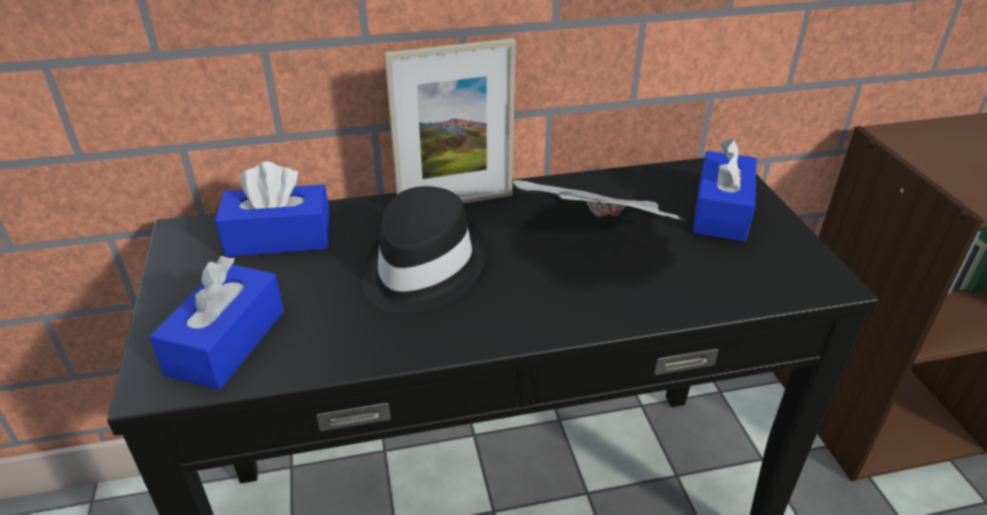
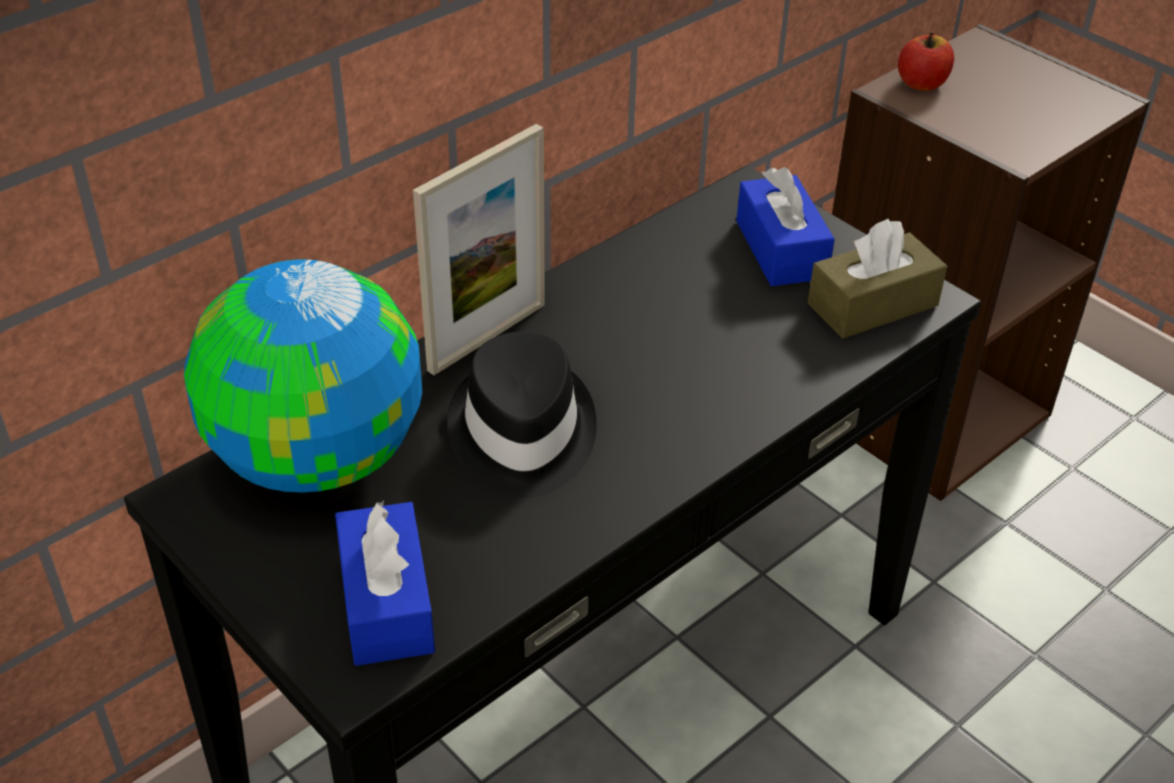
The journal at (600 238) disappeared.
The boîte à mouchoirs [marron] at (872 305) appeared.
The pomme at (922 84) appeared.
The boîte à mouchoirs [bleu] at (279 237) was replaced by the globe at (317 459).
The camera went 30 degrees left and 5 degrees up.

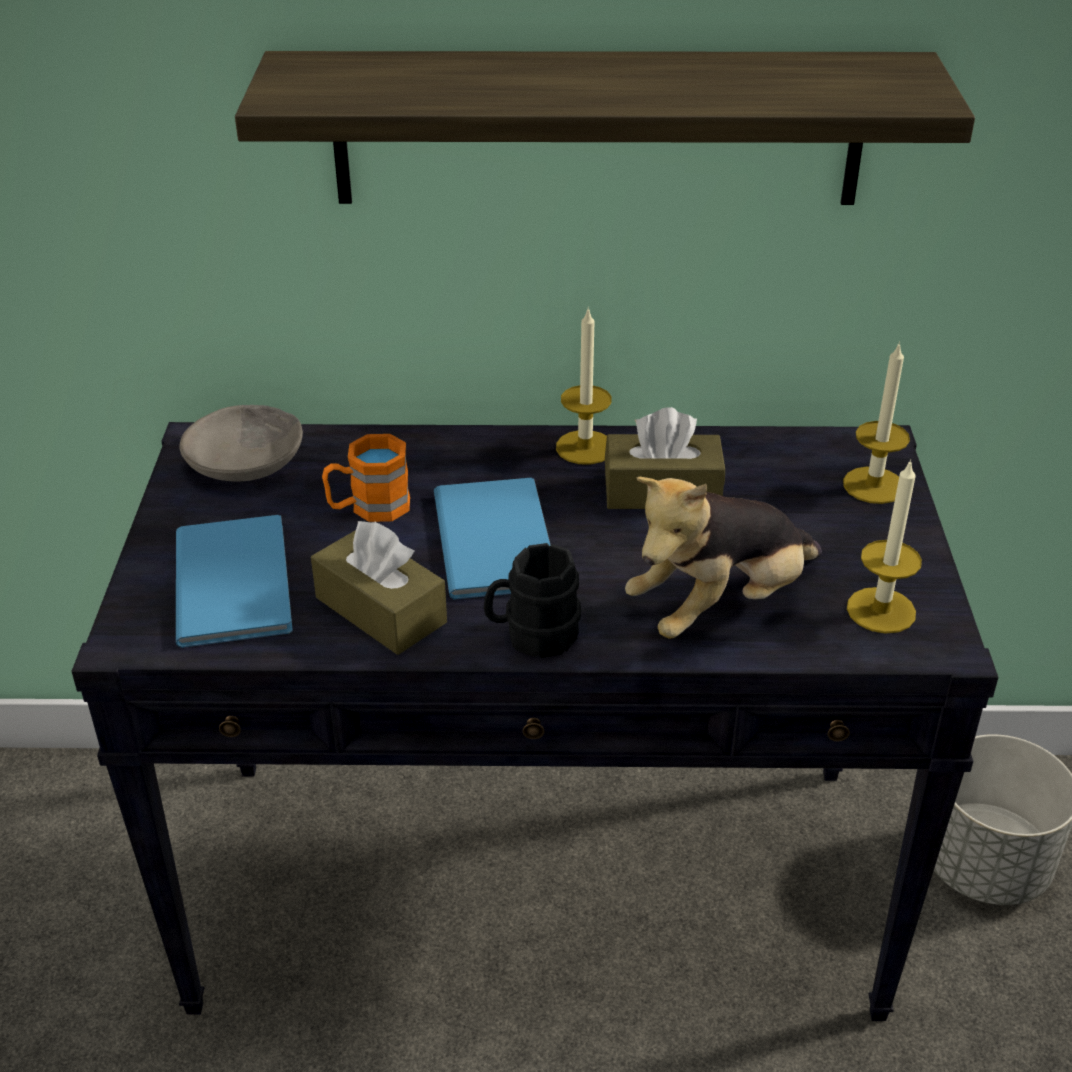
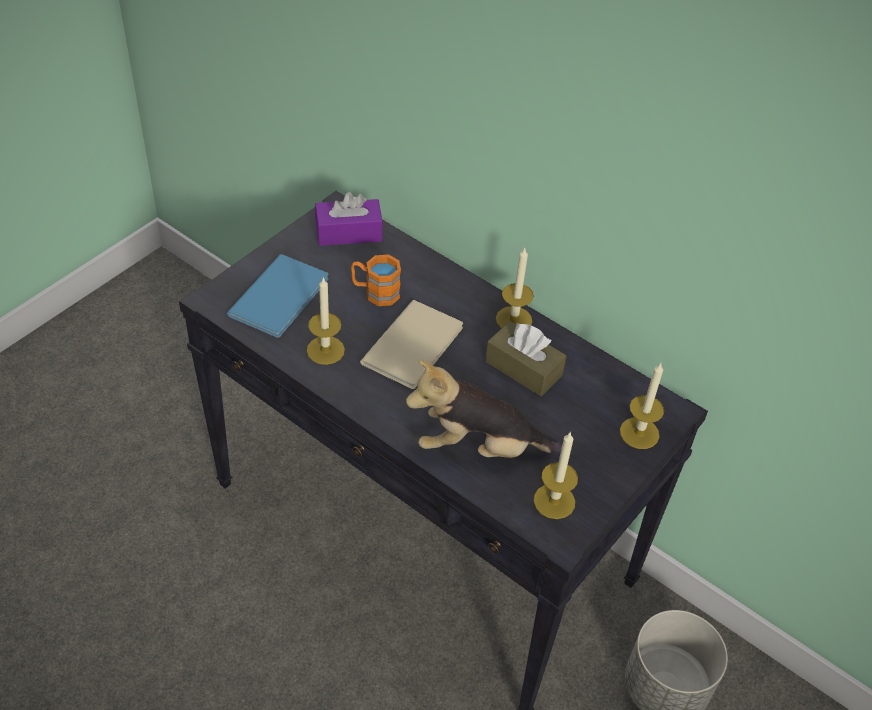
The étagère at (597 129) disappeared.
The mug [noir] at (532 636) disappeared.
The bol [gris] at (247 459) was replaced by the boîte à mouchoirs [violet] at (348 232).
The boîte à mouchoirs [marron] at (381 610) was replaced by the bougie at (325 350).
The livre [bleu] at (498 537) became the livre [beige] at (416 344).
The camera went 35 degrees right and 10 degrees up.

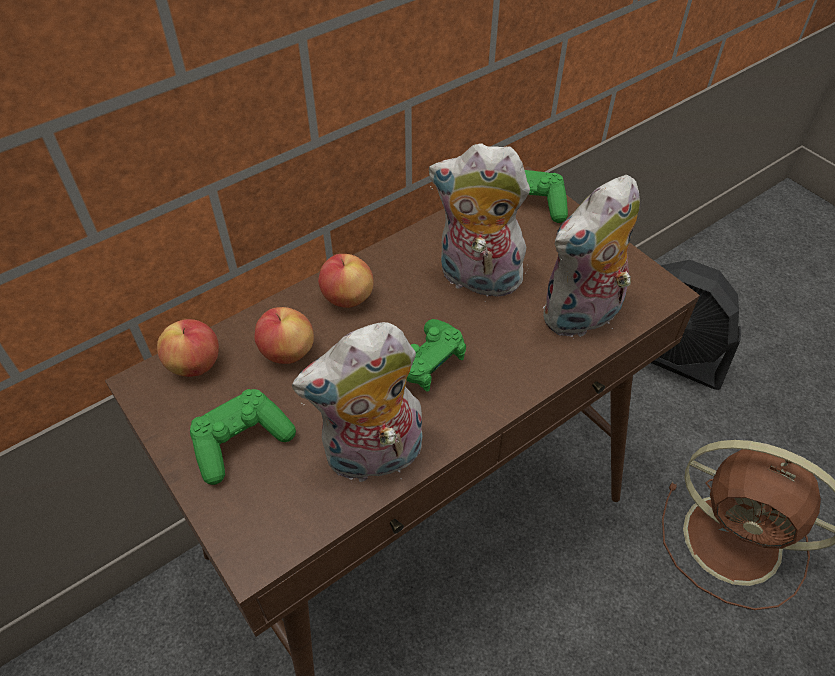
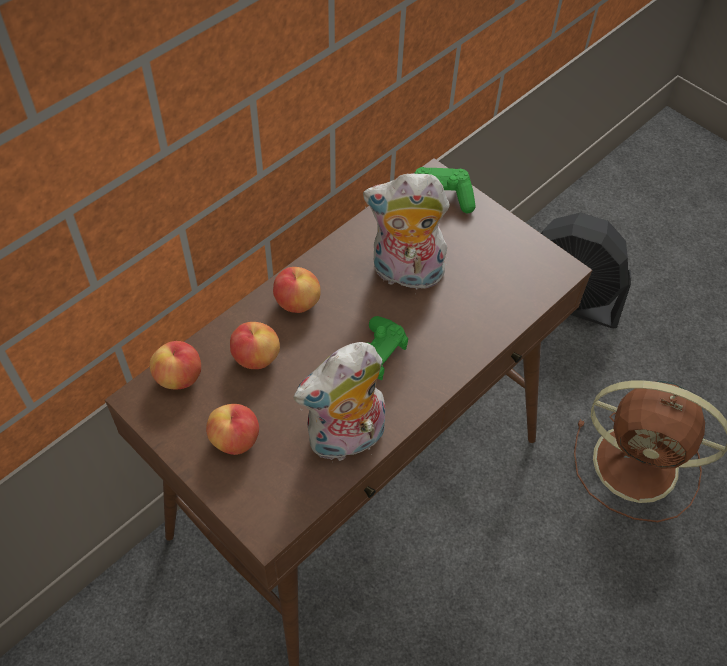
The peluche at (581 318) disappeared.
The manette [vert] at (241 442) was replaced by the pomme at (235 440).
The camera went 10 degrees left and 5 degrees up.

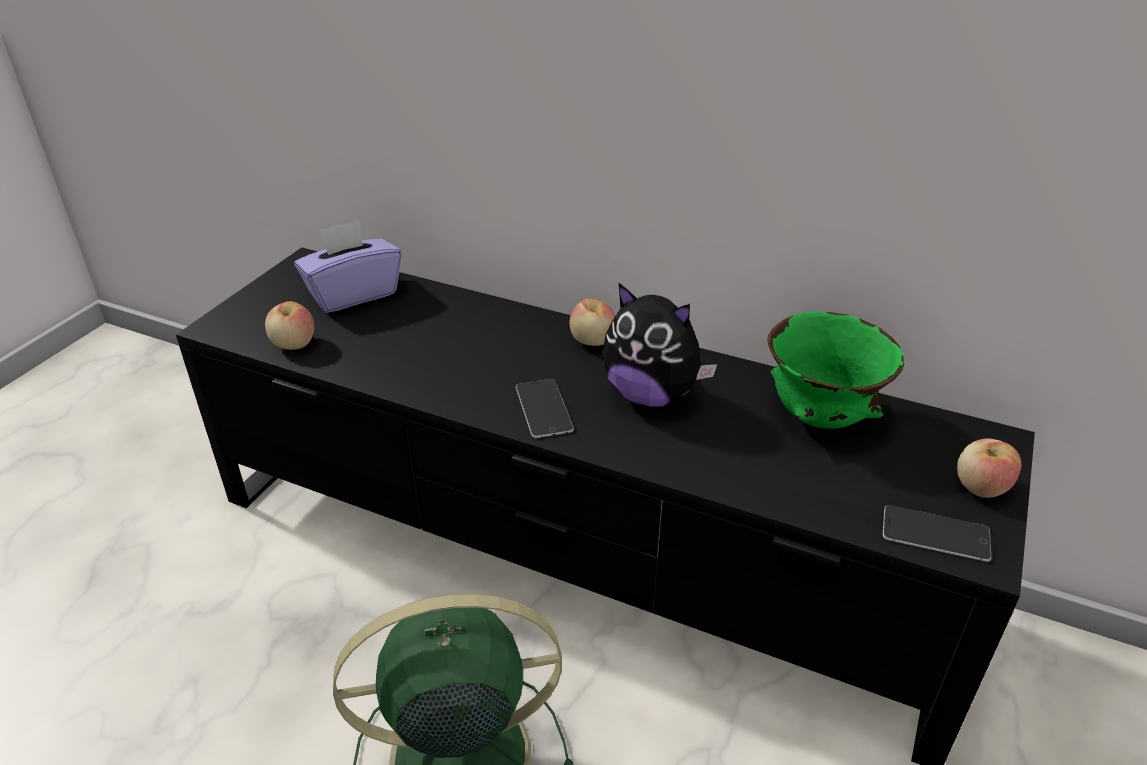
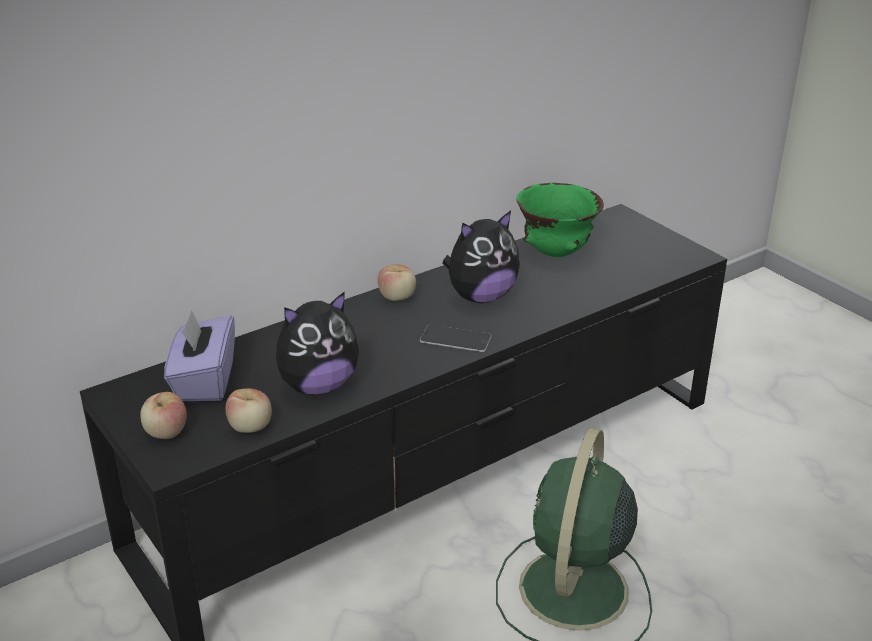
The téléphone at (935 533) disappeared.
The peluche at (318 385) appeared.
The pomme moved from (980 487) to (166 432).
The camera went 60 degrees left and 5 degrees down.

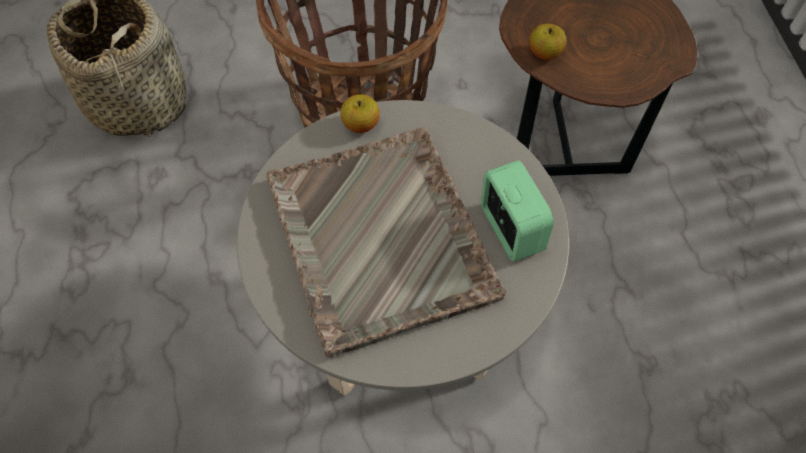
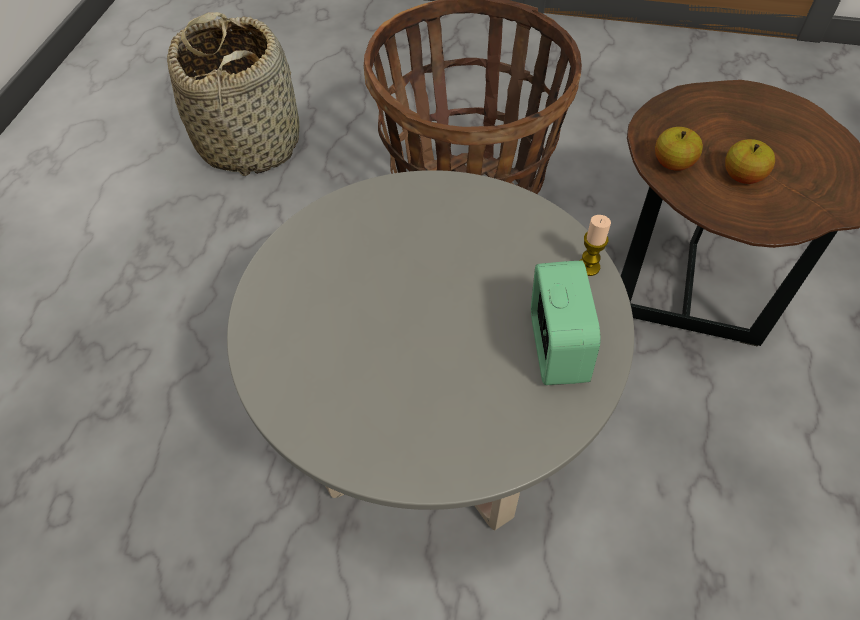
The plateau [gris] at (380 239) disappeared.
The bougie at (588 267) appeared.
The pomme moved from (361 125) to (742 177).
The camera went 20 degrees right and 5 degrees down.

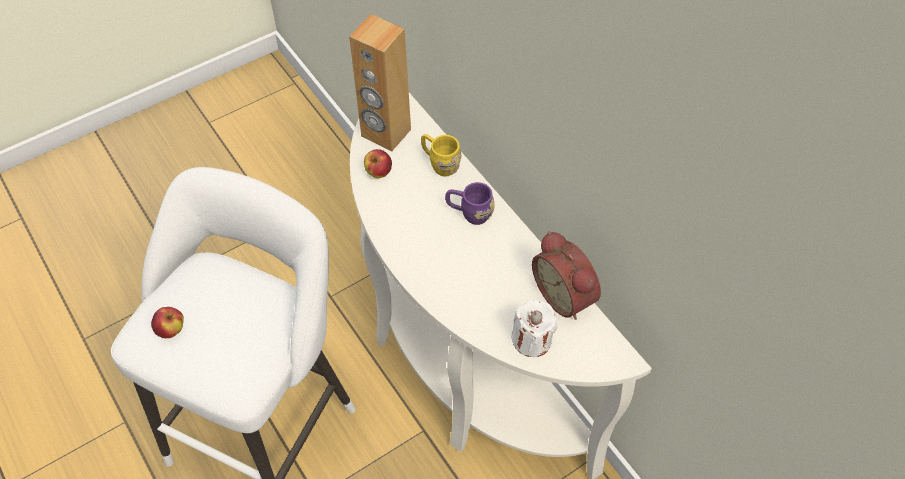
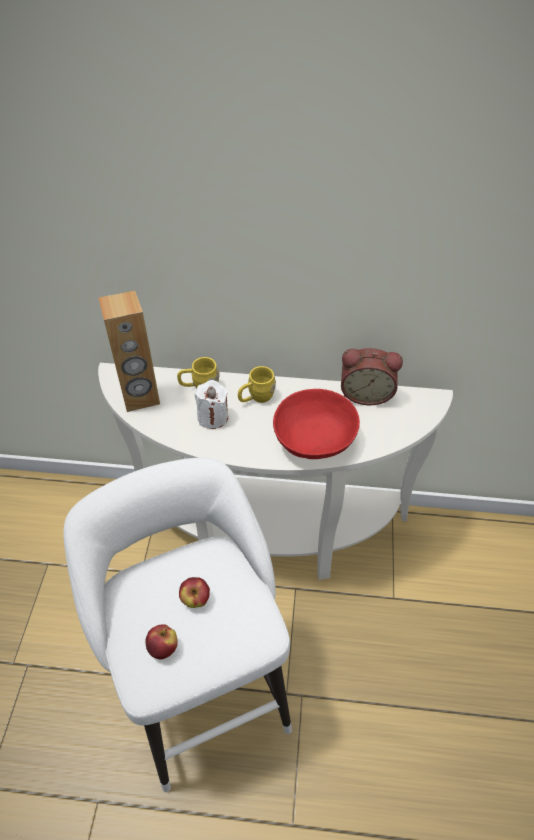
The bol [rouge] at (314 438) appeared.
The pomme moved from (378 172) to (195 599).
The bougie [blanc] moved from (532 340) to (213 417).
The mug [violet] at (469 213) became the mug [jaune] at (256 398).
The camera went 50 degrees left and 5 degrees down.

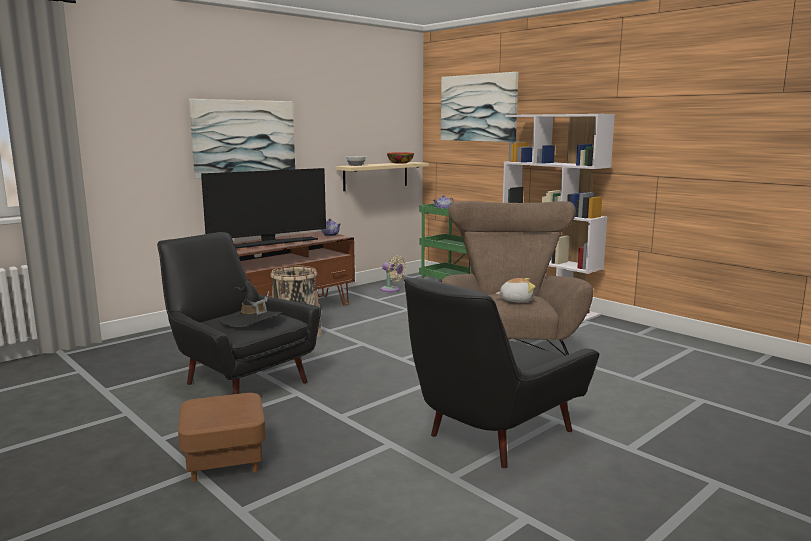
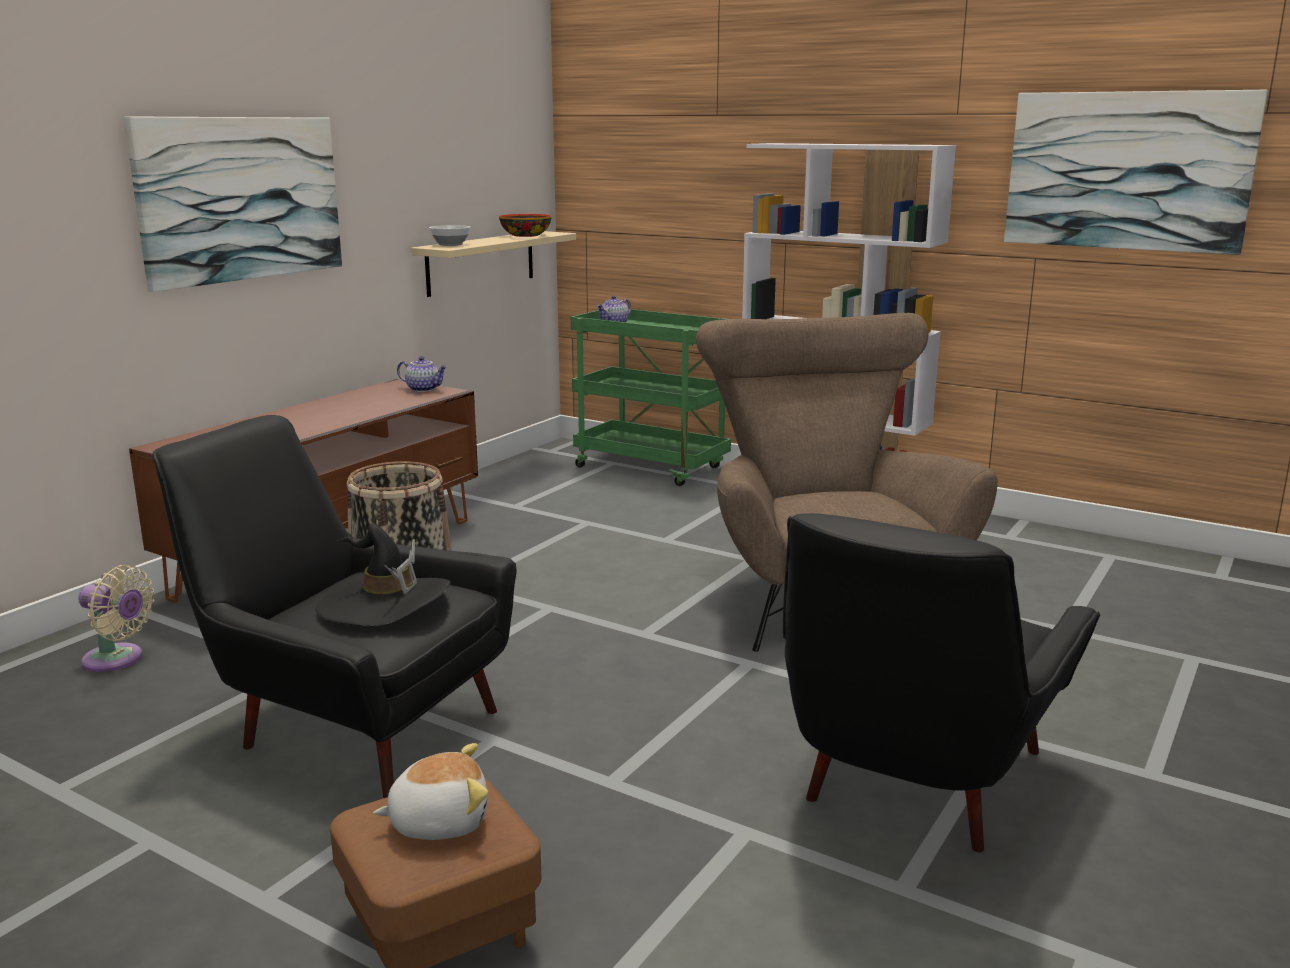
The téléviseur at (268 244) disappeared.
The ventilateur [beige] moved from (392 290) to (117 660).
The tableau moved from (478 108) to (1127 171).
The peluche moved from (516 300) to (438 821).
The camera went 15 degrees left and 5 degrees up.

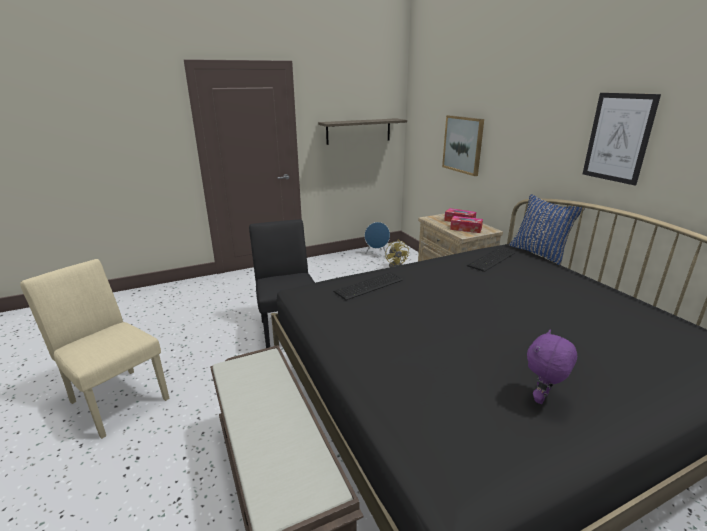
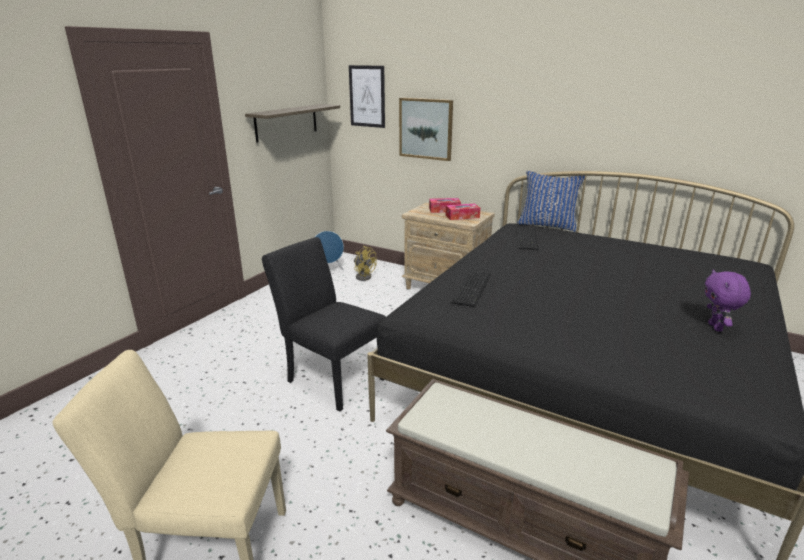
The tableau moved from (618 138) to (367 96).
The camera went 35 degrees left and 0 degrees up.

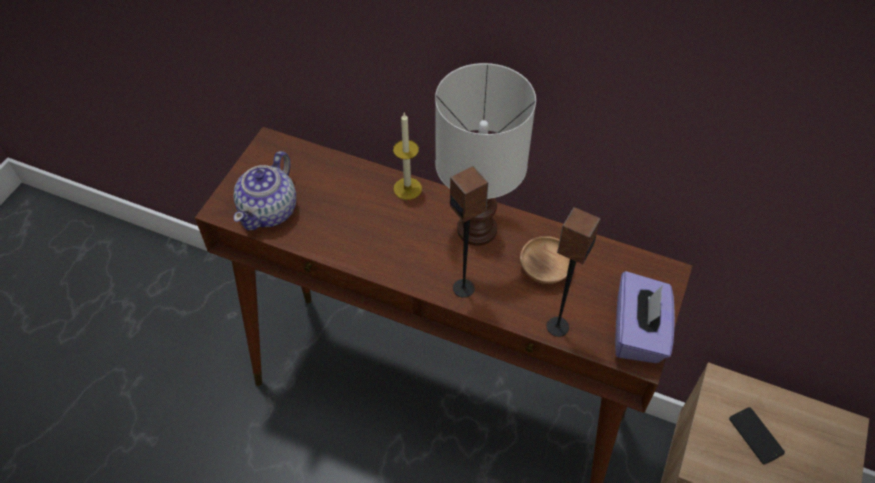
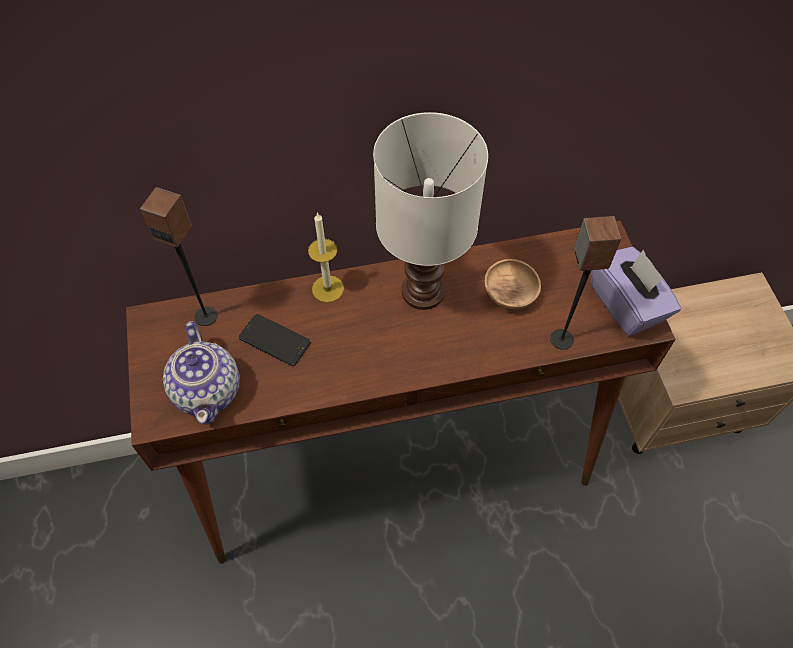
The enceinte moved from (464 288) to (206 316).
The téléphone moved from (756 435) to (274 340).
The camera went 35 degrees left and 5 degrees up.

